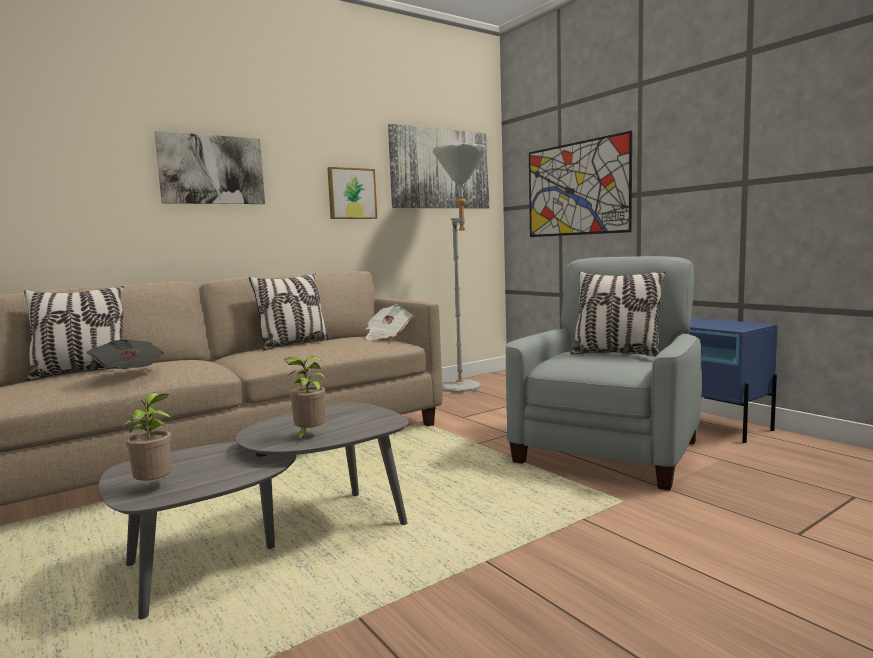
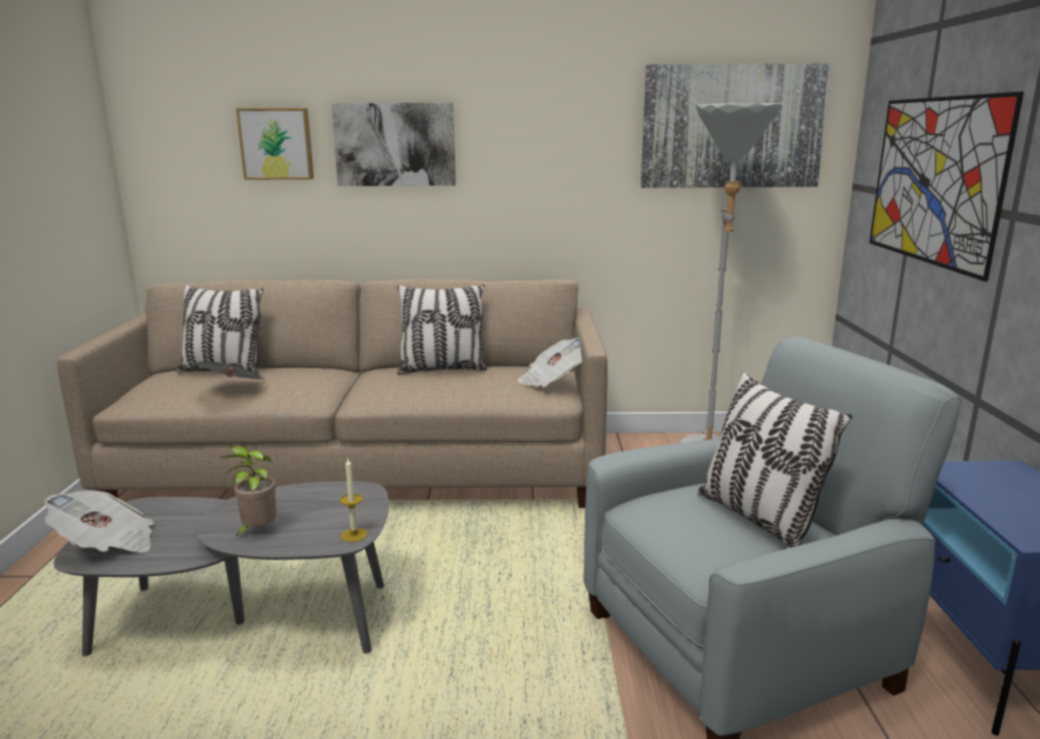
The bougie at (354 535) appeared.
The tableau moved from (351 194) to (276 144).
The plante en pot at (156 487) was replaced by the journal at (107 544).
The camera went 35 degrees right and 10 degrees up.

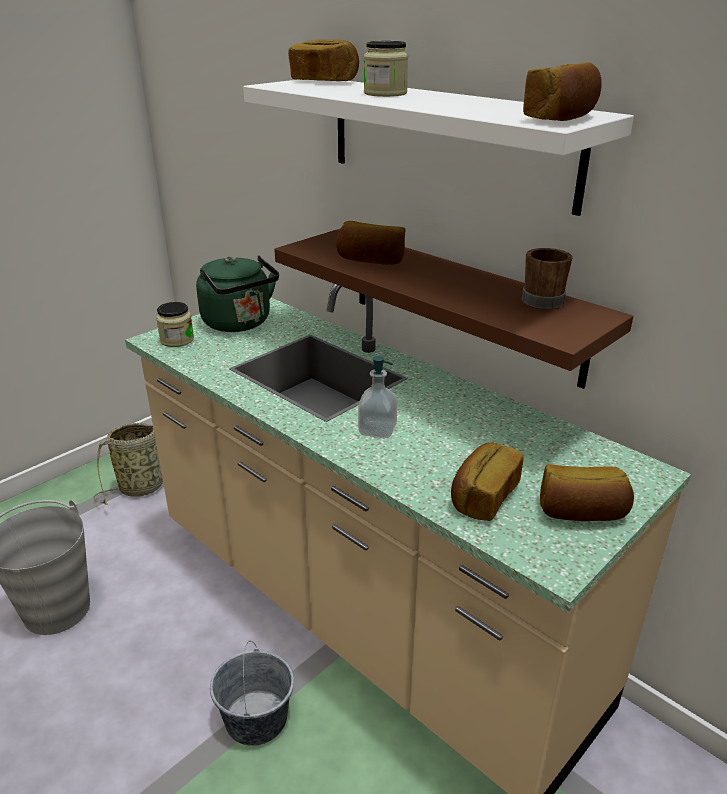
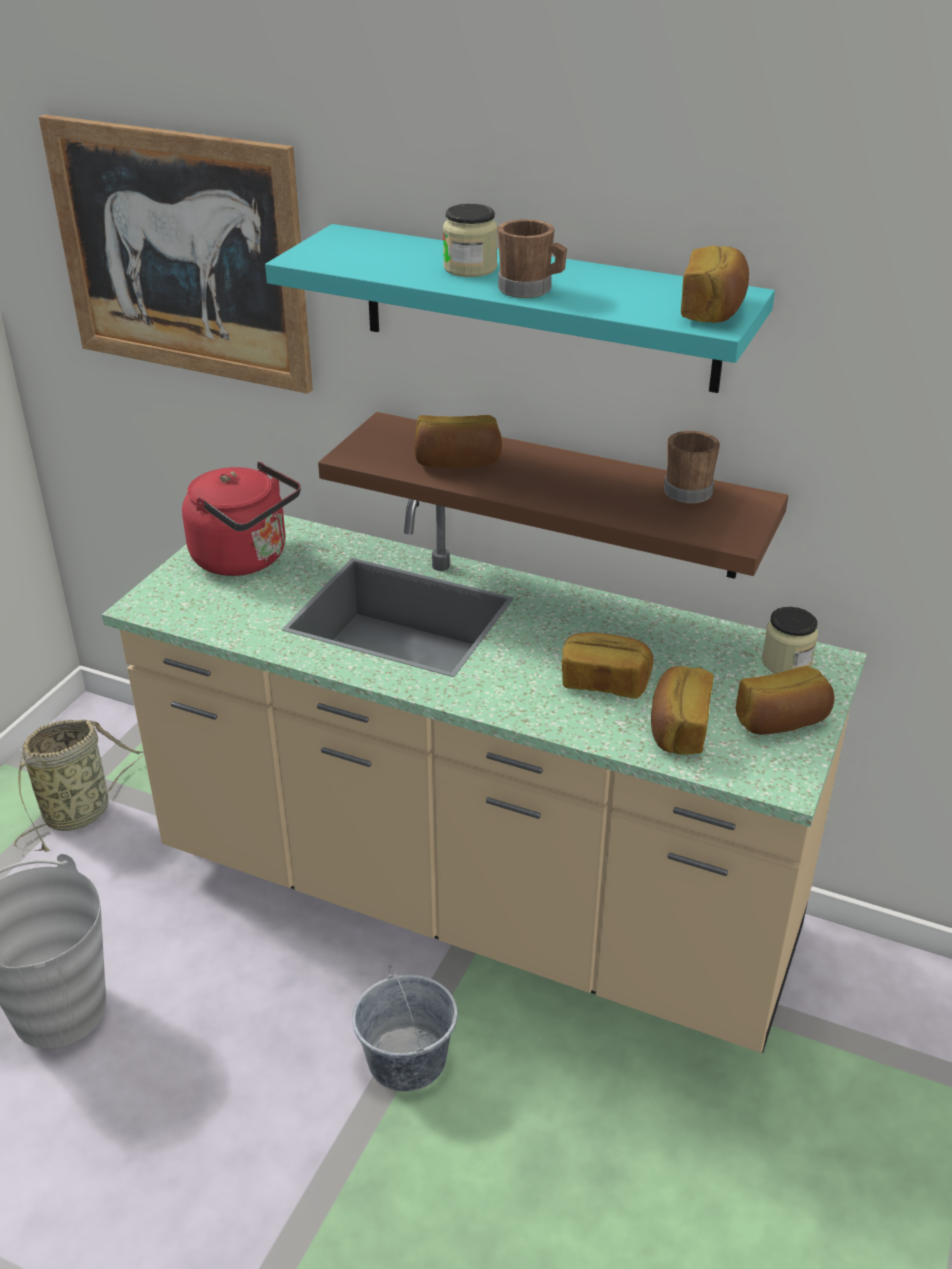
The distributeur de savon at (377 430) disappeared.
The tableau at (181 254) appeared.
The mug [marron] at (530 290) appeared.
The bocal moved from (177 340) to (786 662).
The pain moved from (324 82) to (604 682).
The bouilloire [vert] at (240 323) became the bouilloire [rouge] at (245 559).
The étagère [blanc] at (447 140) became the étagère [turquoise] at (538 308).
The camera went 20 degrees left and 5 degrees up.

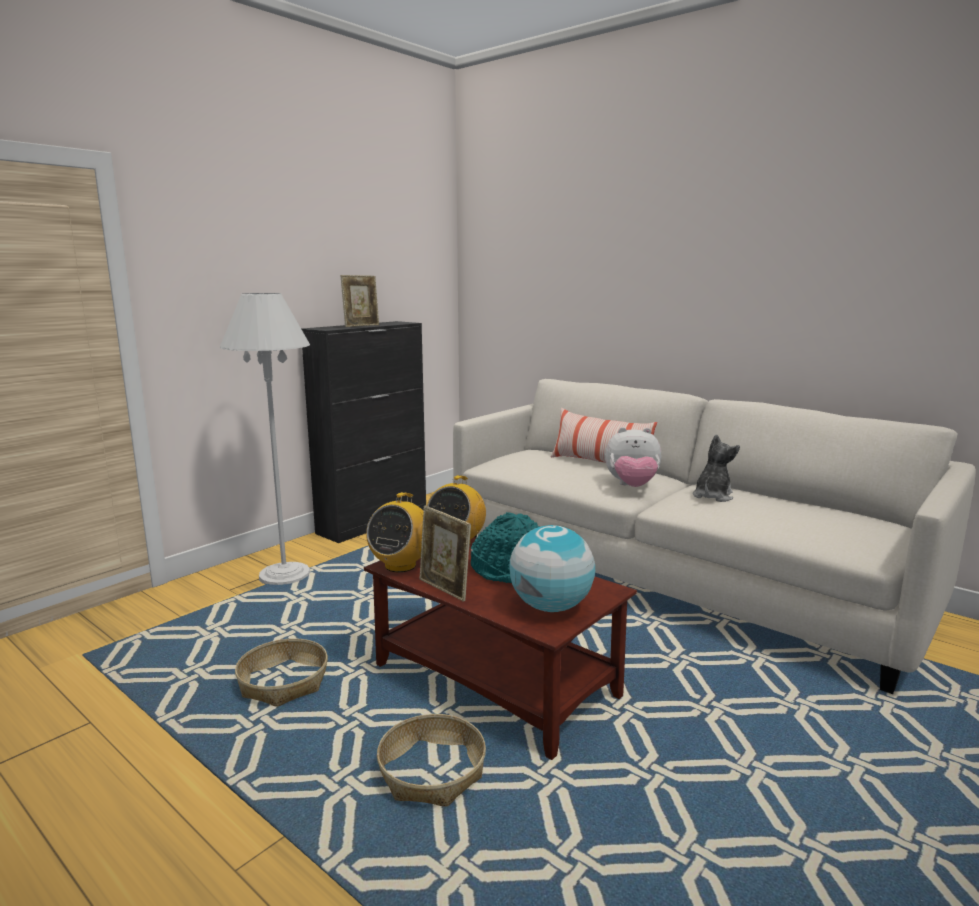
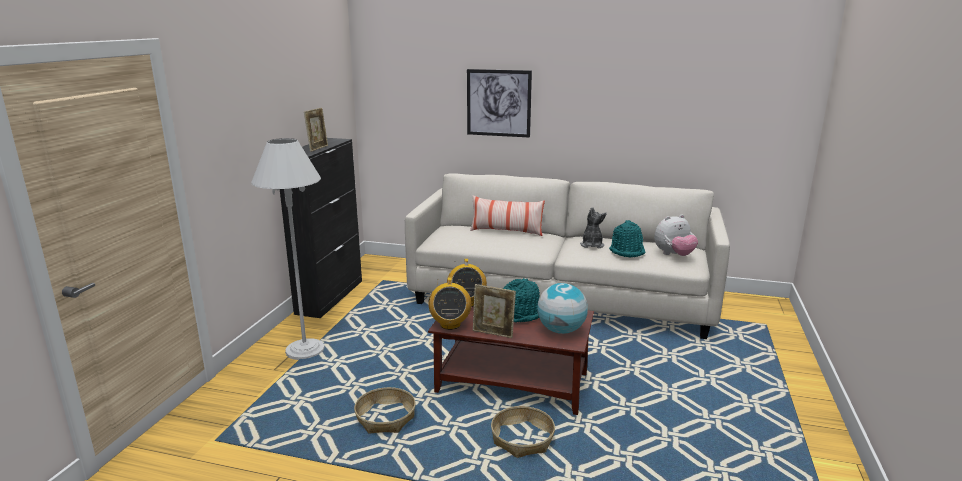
The tableau at (498 103) appeared.
The chapeau [turquoise] at (627 251) appeared.
The peluche moved from (632 486) to (674 255).
The camera went 25 degrees left and 5 degrees up.

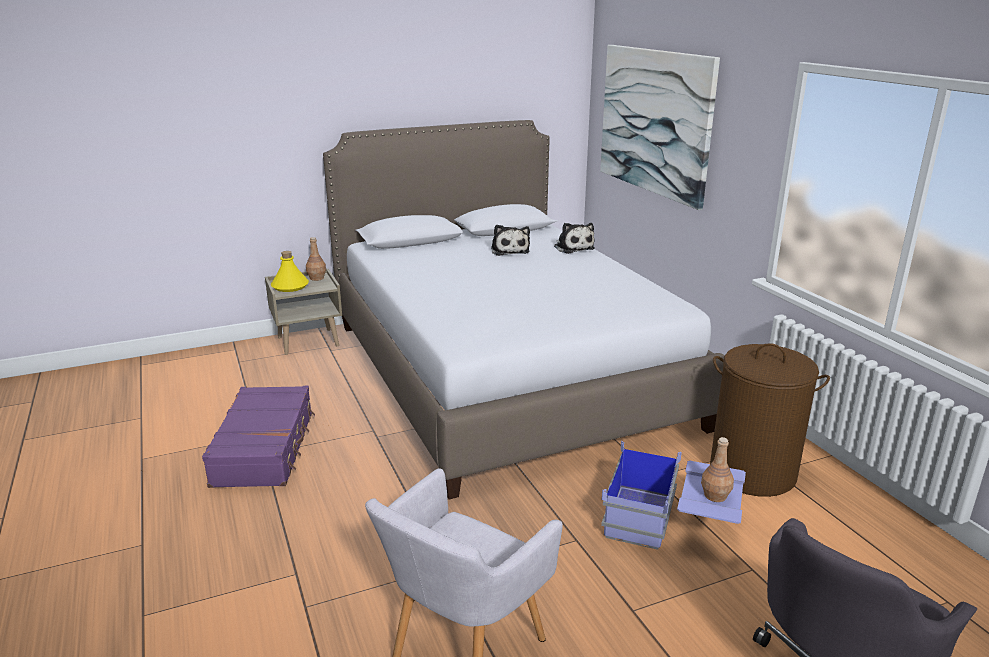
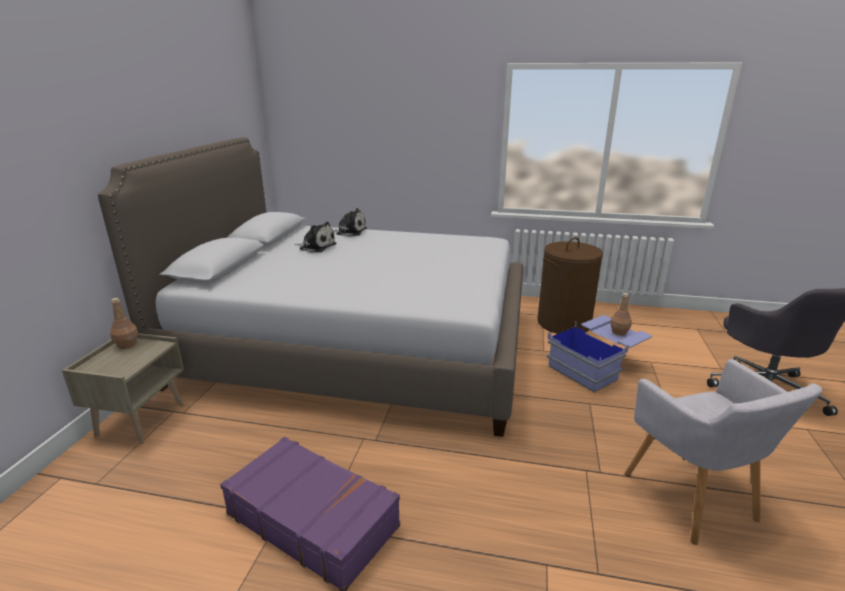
The bouteille [jaune] at (290 286) disappeared.
The tableau at (654 121) disappeared.
The camera went 55 degrees left and 0 degrees up.

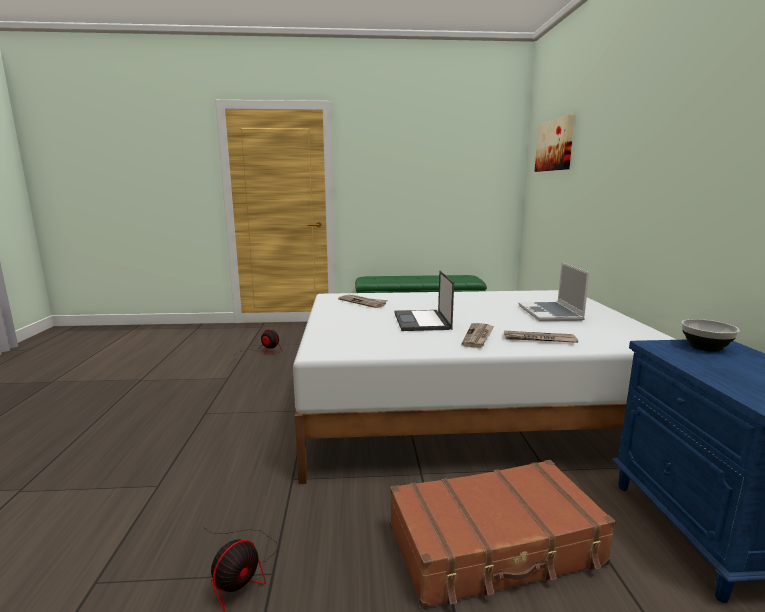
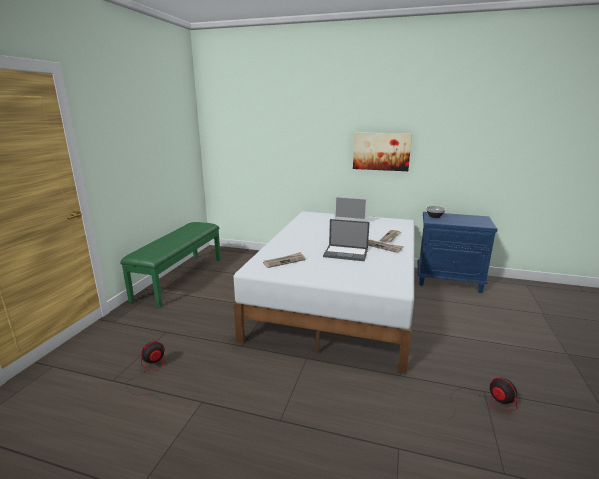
The valise [marron] at (495 547) disappeared.
The tableau moved from (555 145) to (381 151).
The camera went 70 degrees left and 5 degrees up.

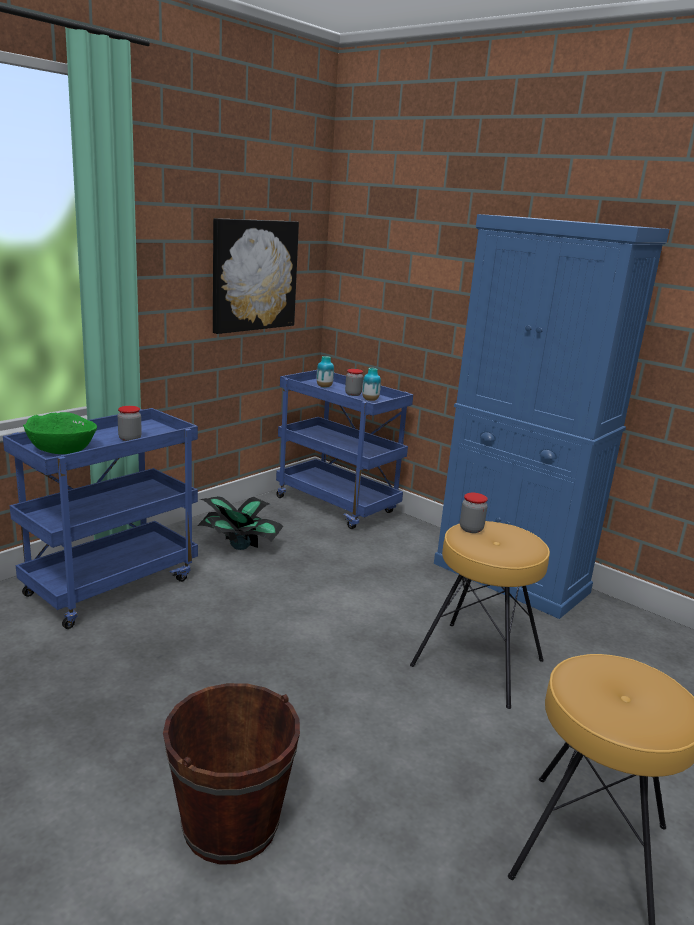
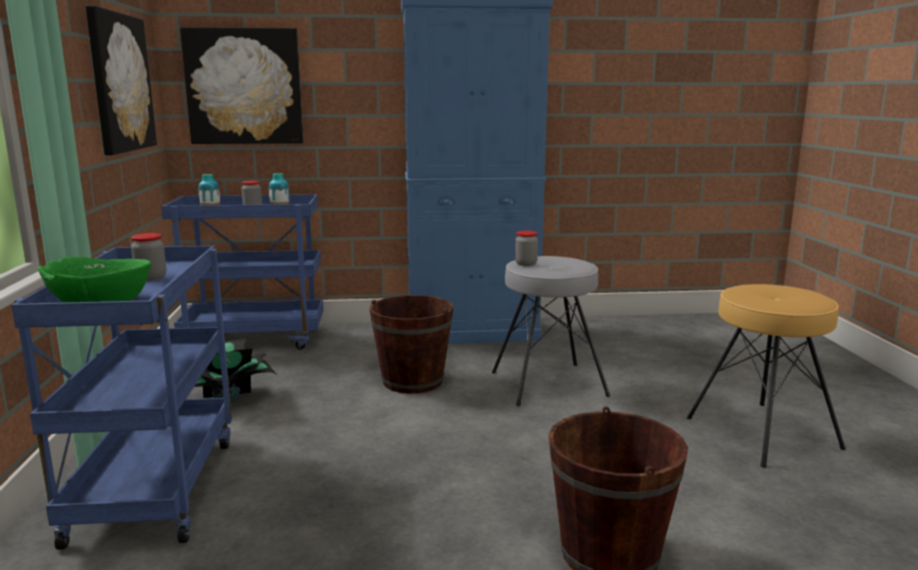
The tableau at (244 86) appeared.
The seau [marron] at (412 381) appeared.
The tabouret [marron] at (478 662) became the tabouret [gris] at (548 383).
The camera went 45 degrees left and 5 degrees down.

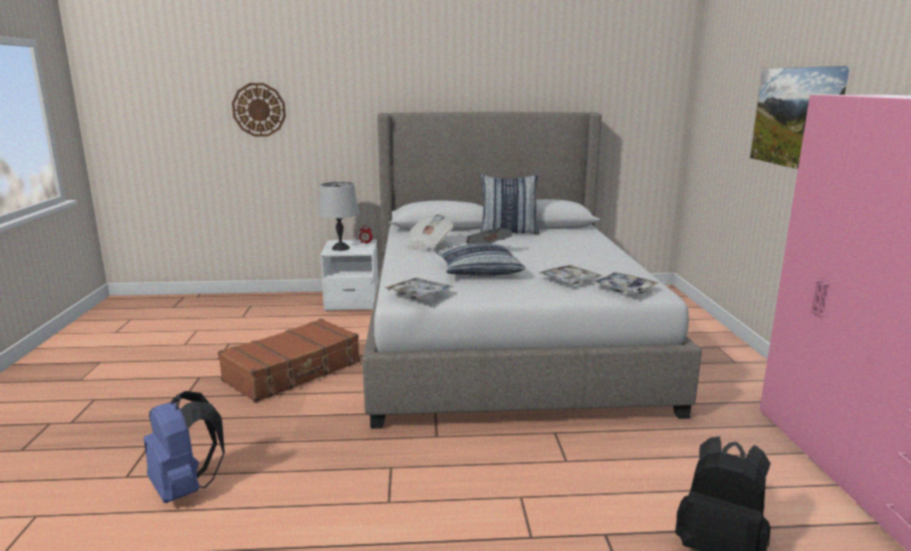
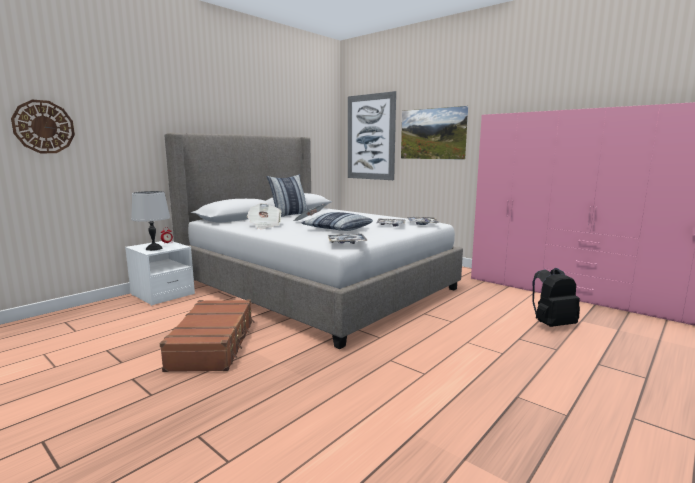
The sac à dos [bleu] at (185 488) disappeared.
The tableau at (370 137) appeared.
The camera went 45 degrees left and 5 degrees down.

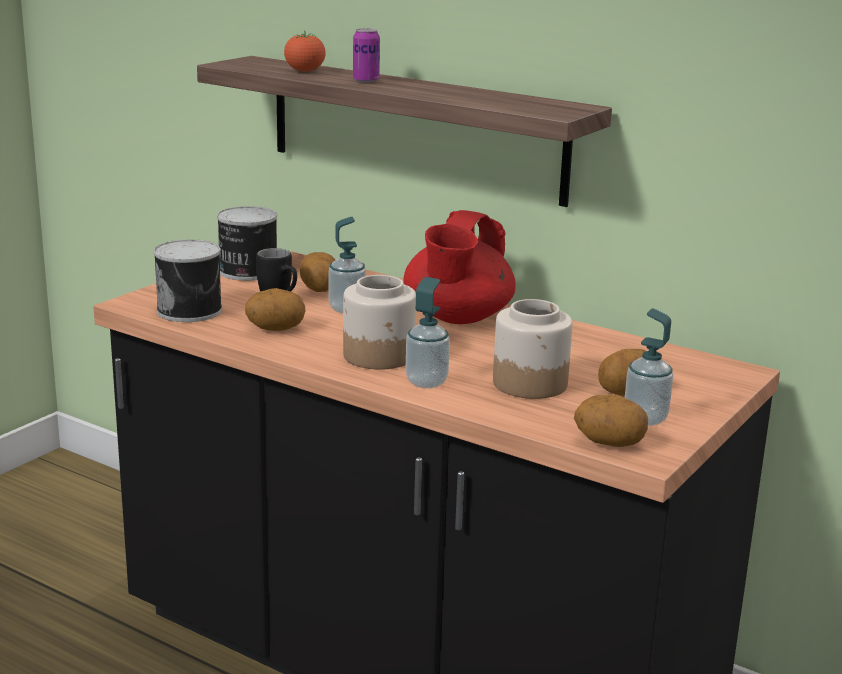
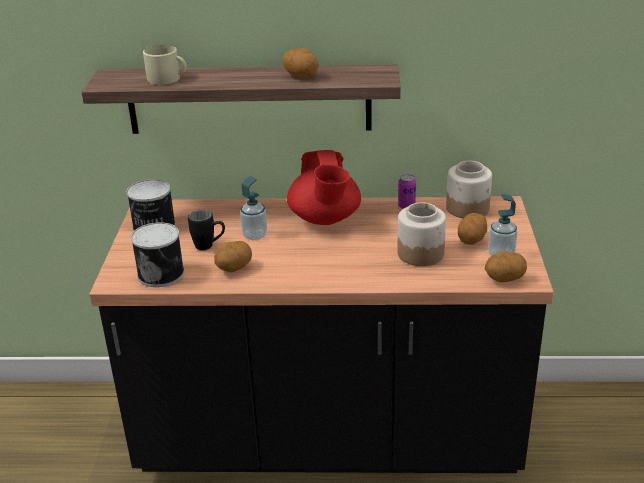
The distributeur de savon at (426 382) disappeared.
The pomme de terre moved from (319 289) to (301 76).
The bocal moved from (379 356) to (468 208).
The boîte métallique moved from (366 81) to (406 206).
The tomate at (305 71) was replaced by the mug [beige] at (167 79).
The camera went 30 degrees left and 10 degrees up.

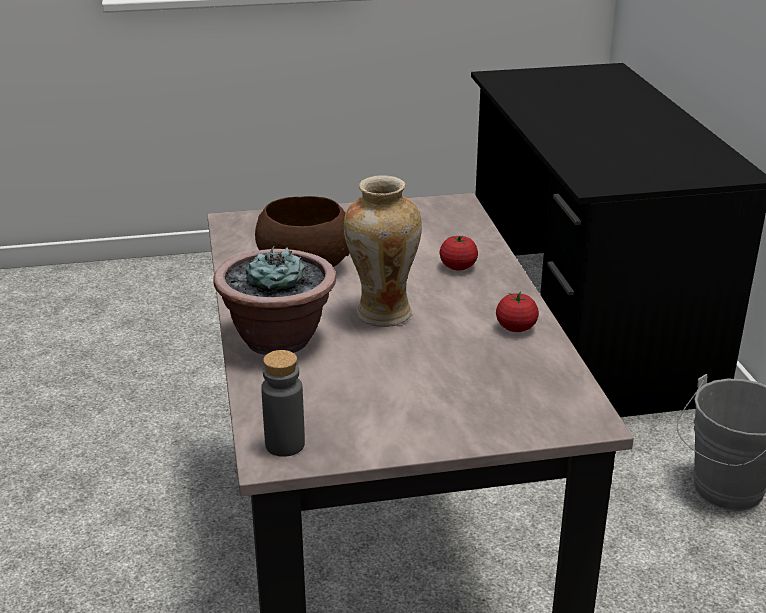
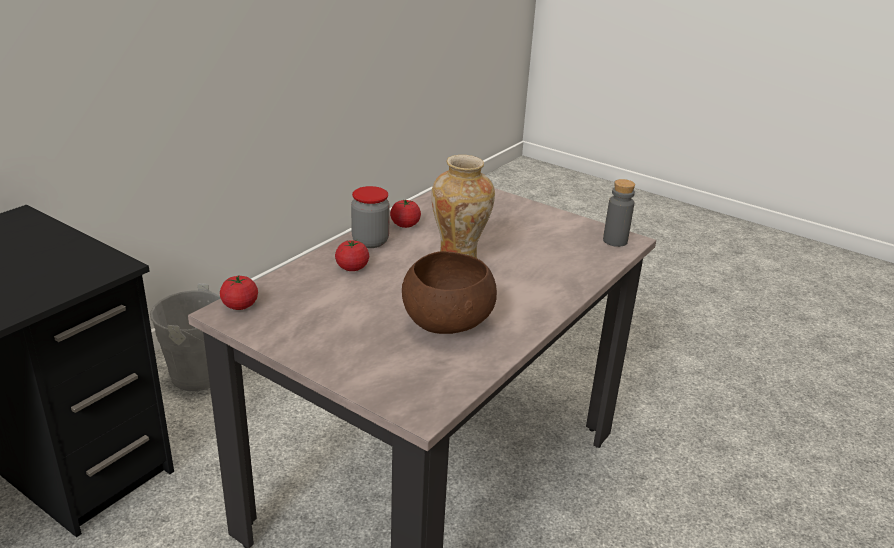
The plante en pot at (278 339) disappeared.
The tomate at (240 305) appeared.
The bocal at (370 241) appeared.
The camera went 135 degrees left and 0 degrees up.

